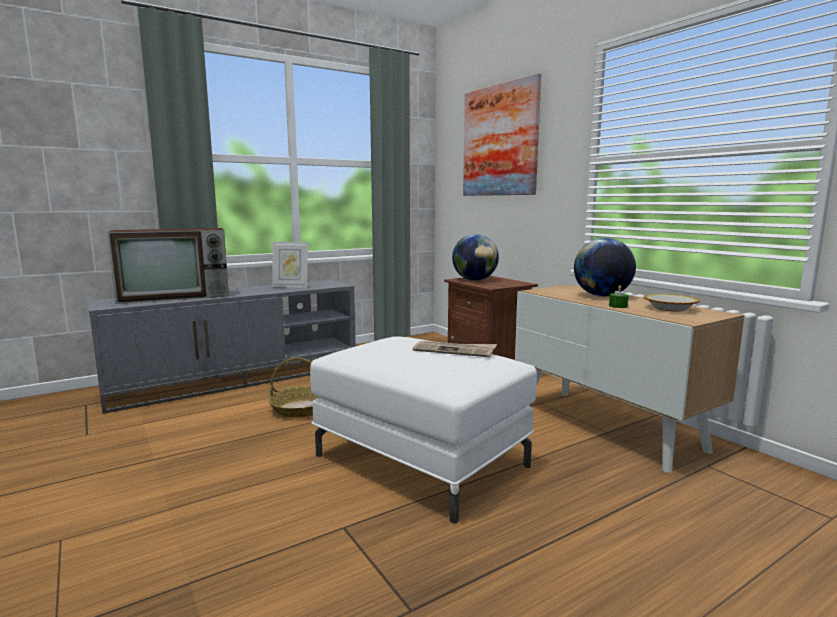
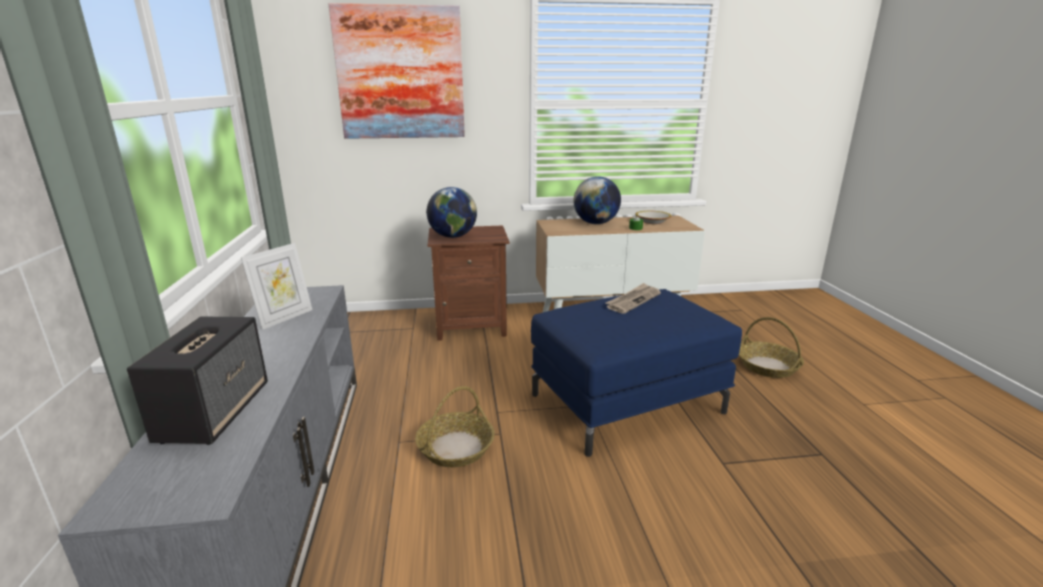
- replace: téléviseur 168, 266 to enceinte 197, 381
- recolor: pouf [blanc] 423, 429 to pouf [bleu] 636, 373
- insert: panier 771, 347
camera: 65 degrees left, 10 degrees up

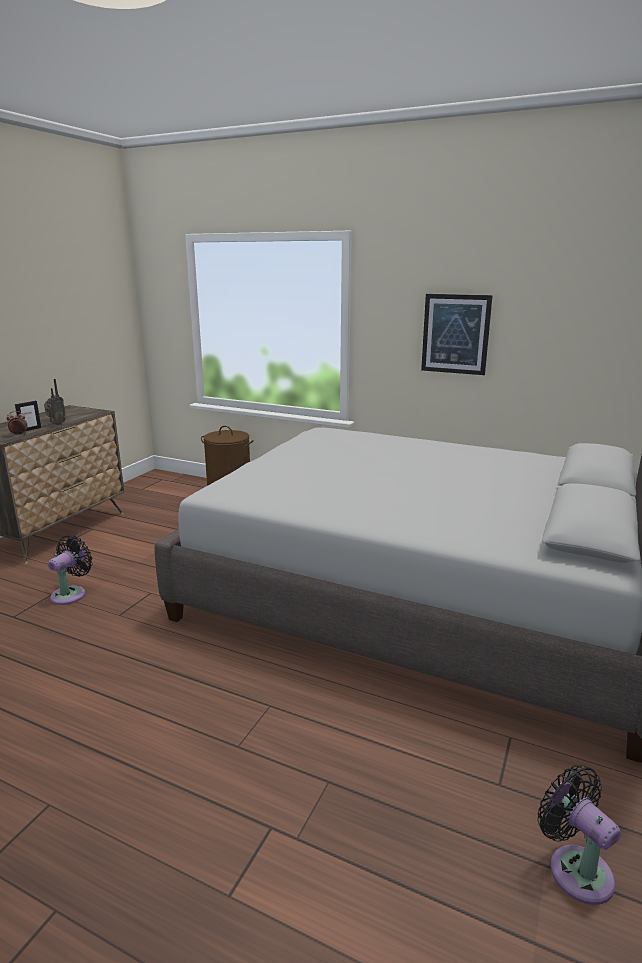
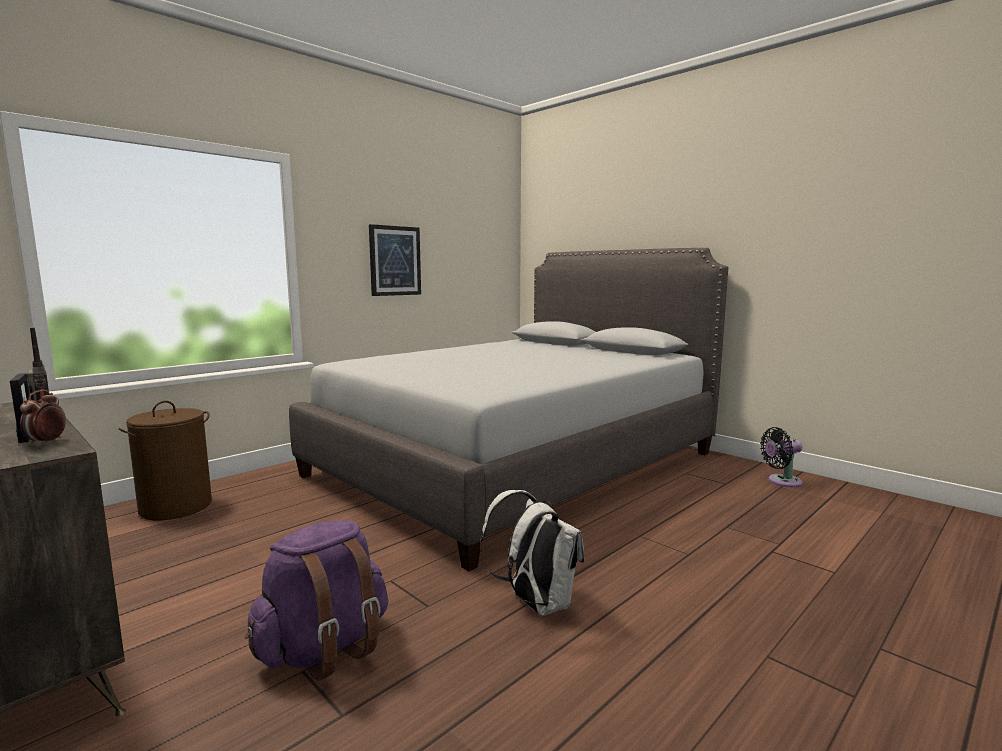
- replace: ventilateur [noir] 70, 570 to sac à dos [violet] 316, 600
- insert: sac à dos [blanc] 532, 553
camera: 70 degrees left, 10 degrees down

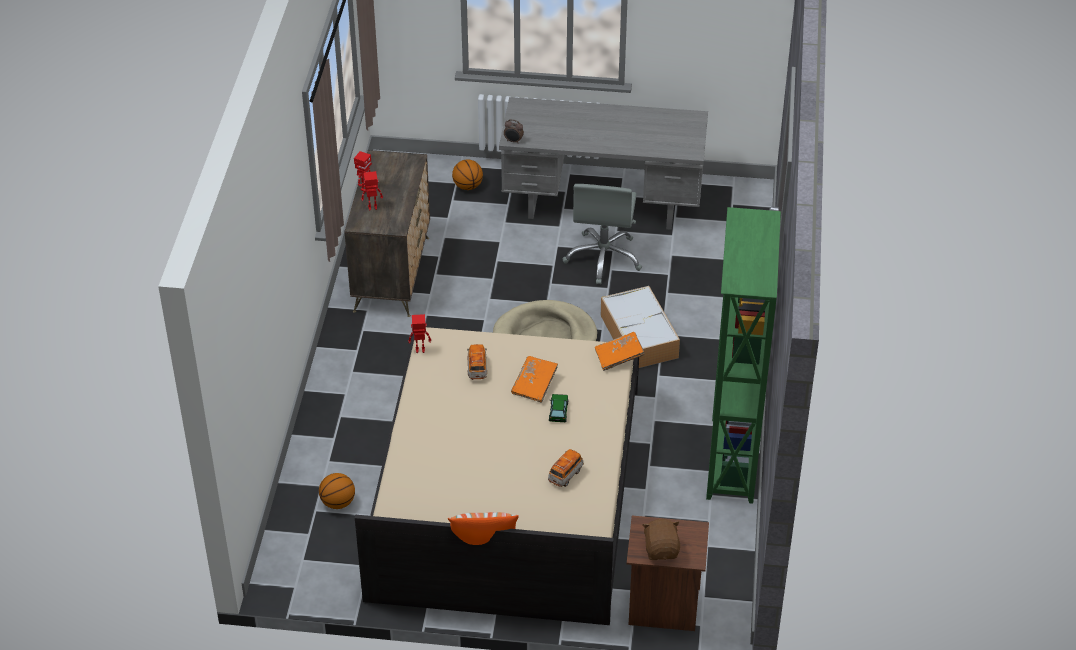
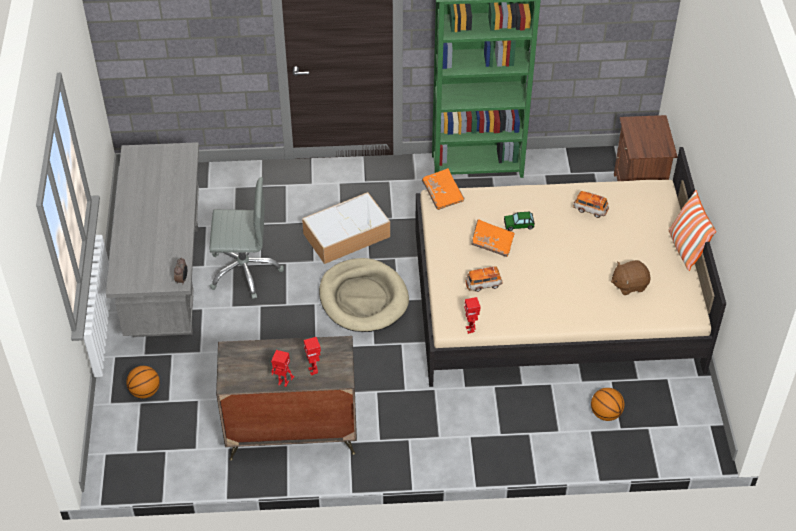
- move: peluche [marron] 661, 539 to 631, 277
camera: 100 degrees left, 5 degrees up

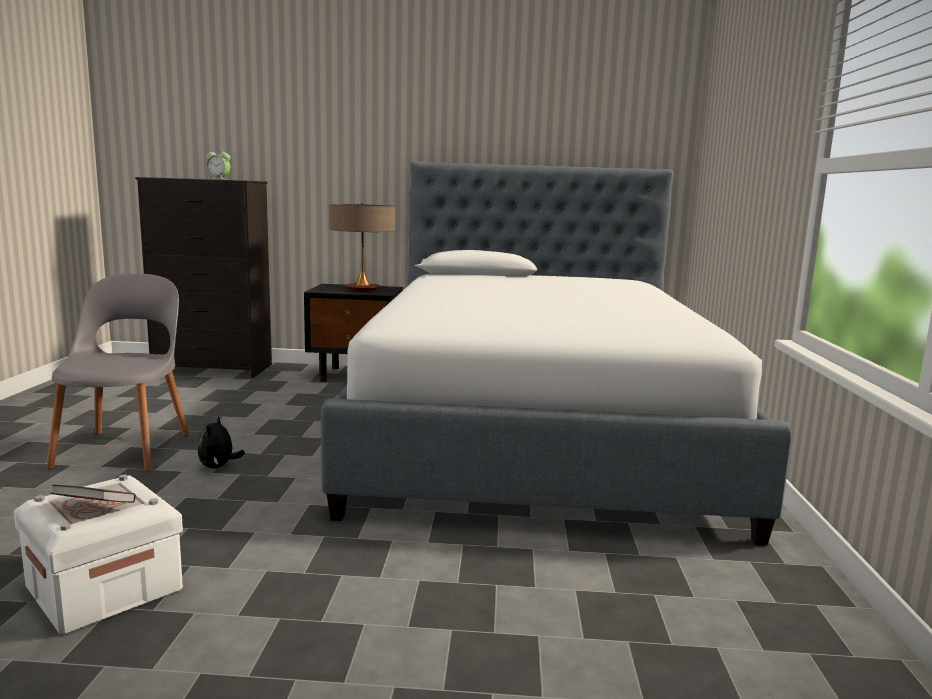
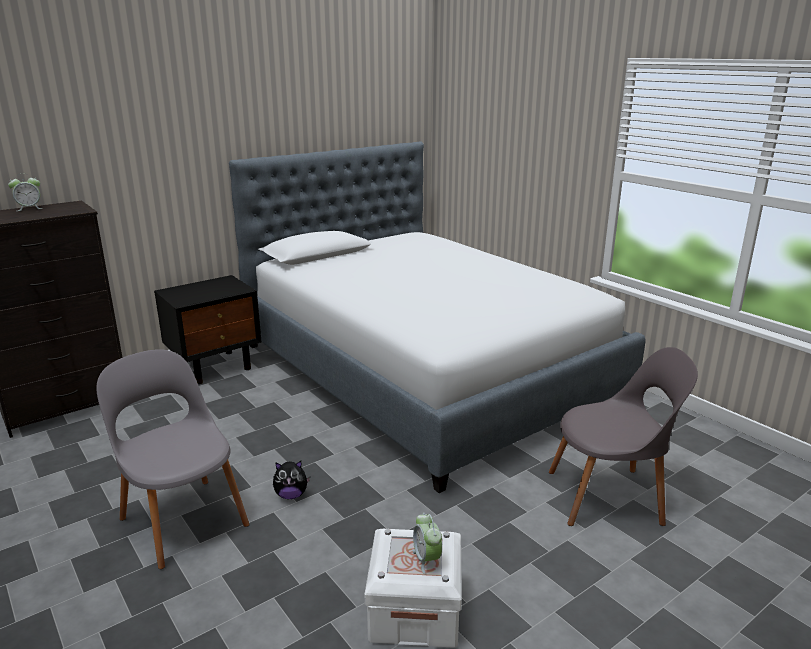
- delete: lampe de table 362, 247
- rotate: peluche 221, 442 = 291, 480 60 degrees counterclockwise
- replace: livre 93, 494 to réveil 427, 543
- insert: chaise [gris] 623, 436
camera: 40 degrees left, 10 degrees up

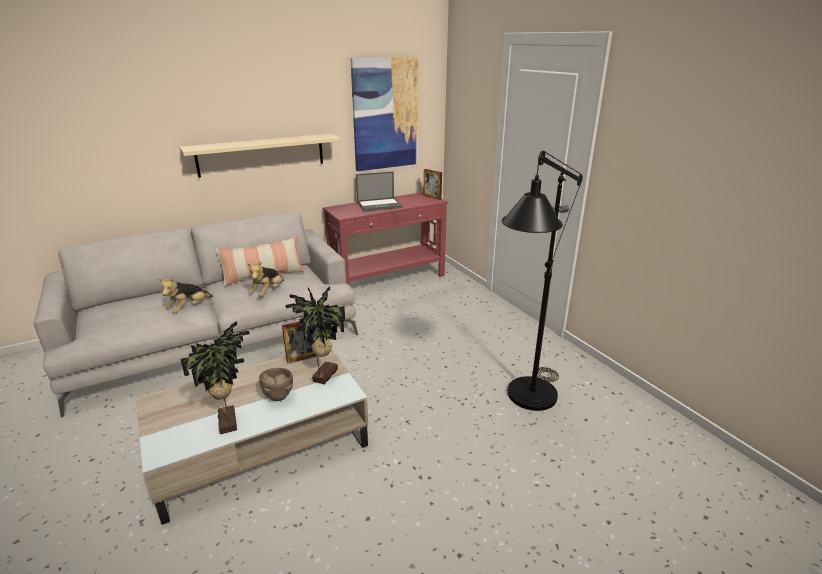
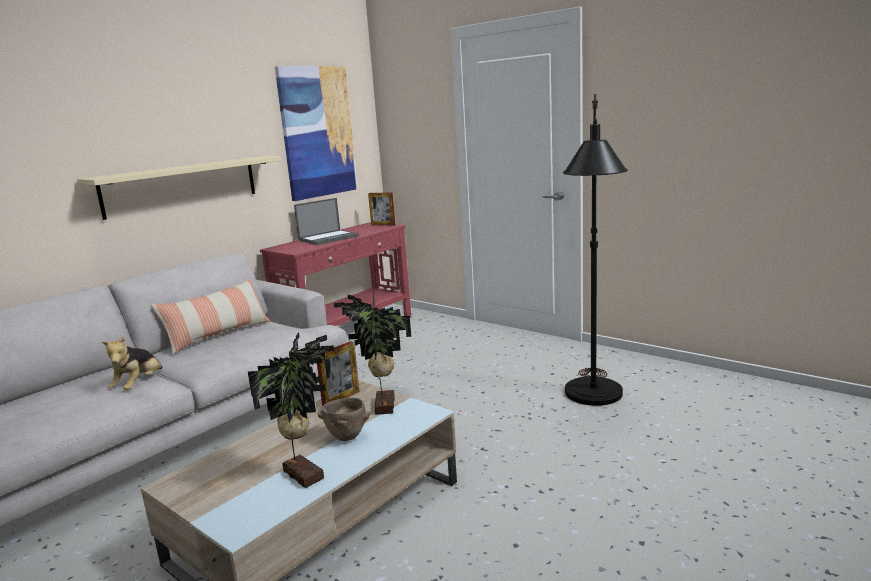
- delete: peluche 265, 279
camera: 20 degrees left, 10 degrees down

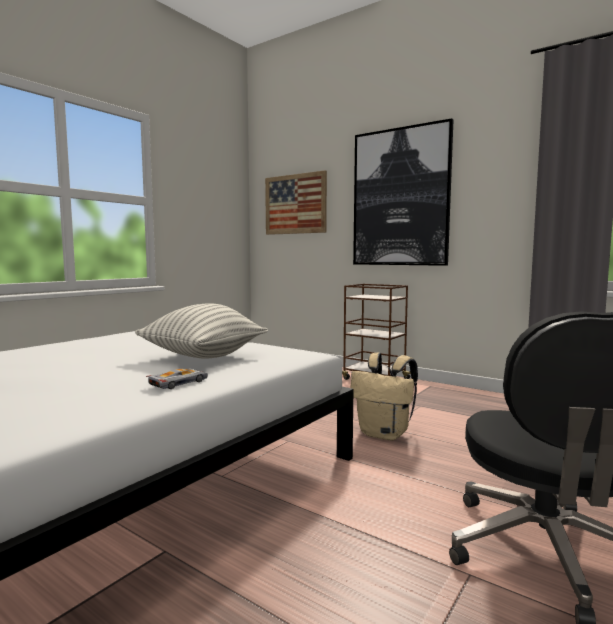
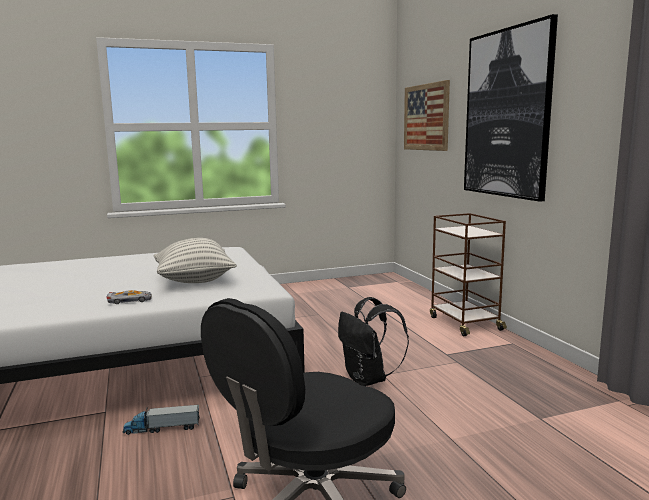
- recolor: sac à dos [beige] 384, 396 to sac à dos [noir] 373, 341
- insert: camion jouet 161, 420
camera: 35 degrees right, 5 degrees up

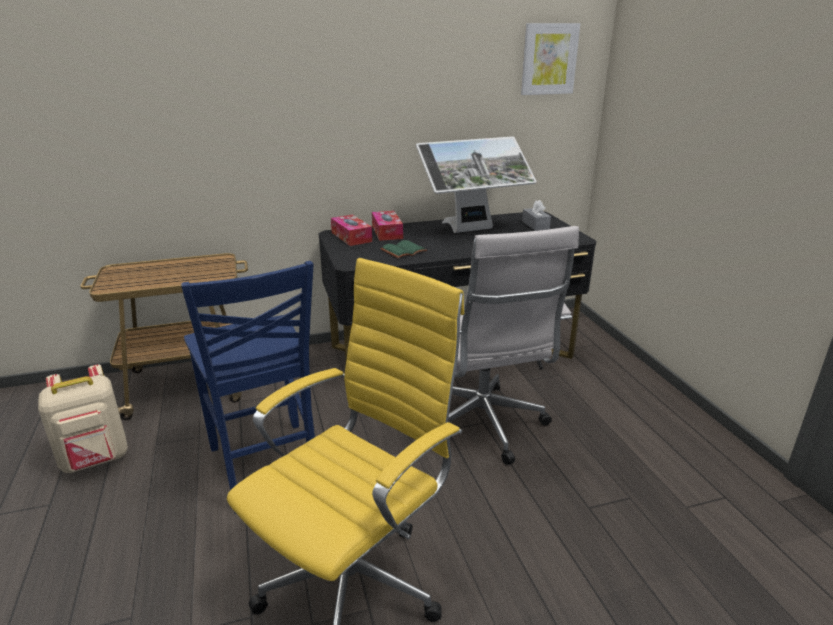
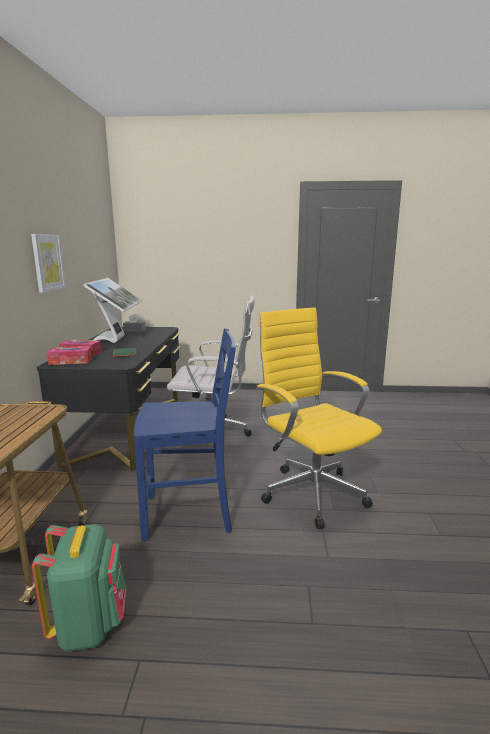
- move: tableau 550, 59 to 48, 263
- recolor: sac à dos [beige] 83, 419 to sac à dos [vert] 79, 588
camera: 70 degrees left, 10 degrees down

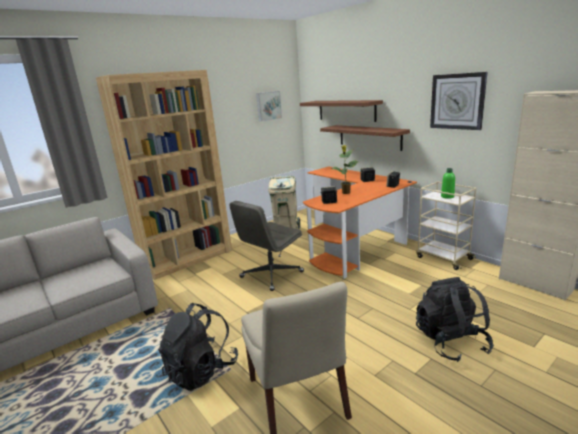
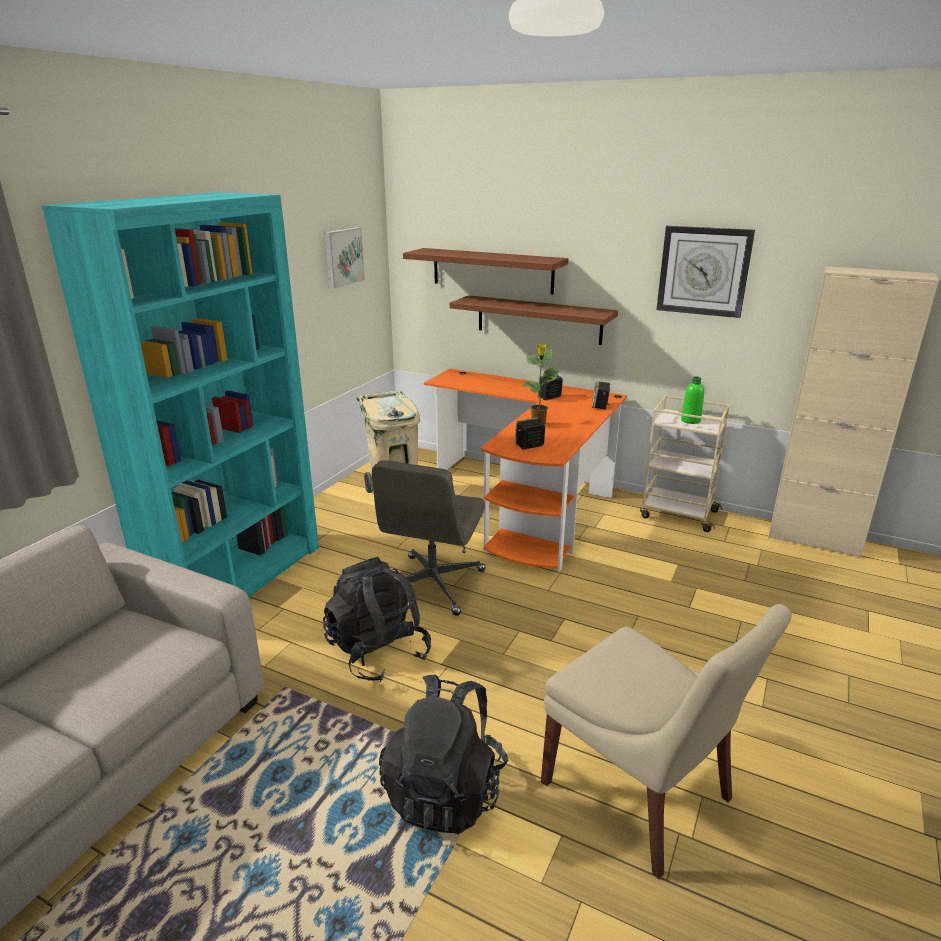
- recolor: bibliothèque [marron] 164, 175 to bibliothèque [turquoise] 180, 394
- move: sac à dos [noir] 455, 319 to 377, 619
camera: 25 degrees left, 5 degrees up

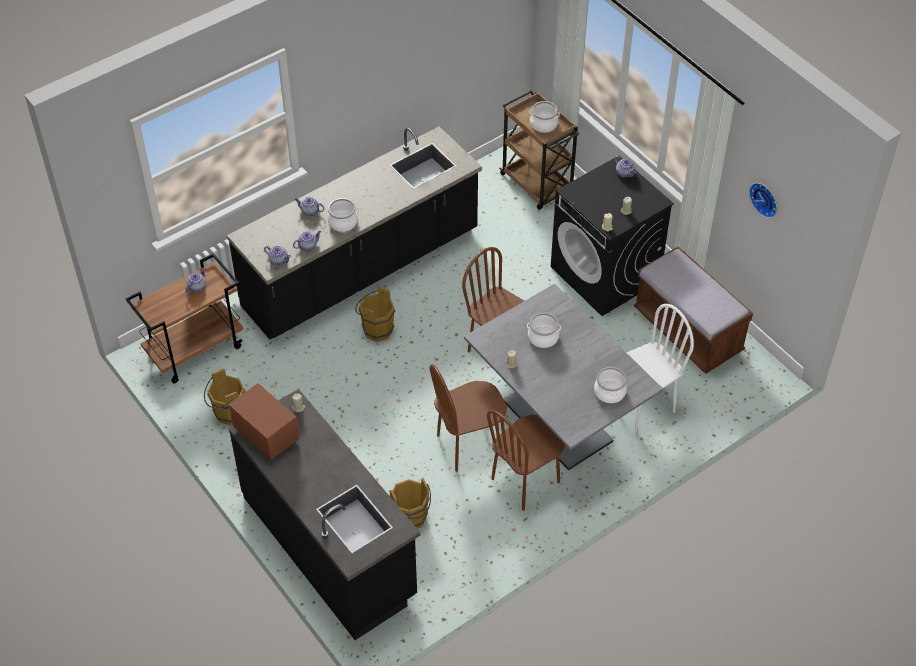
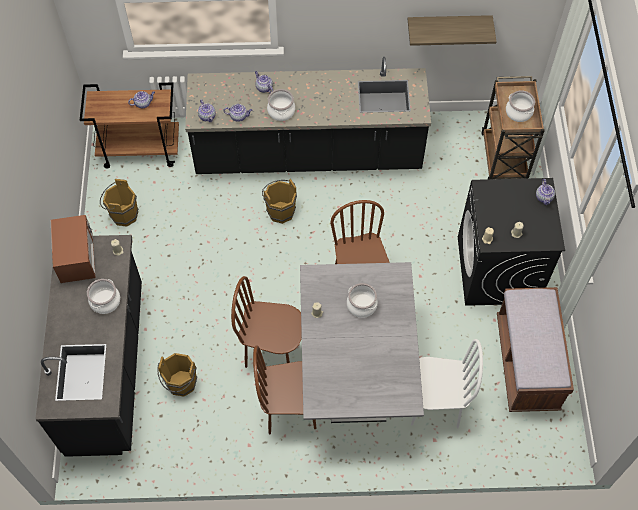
- delete: horloge murale 763, 200
- move: marmite 610, 385 to 103, 296
- insert: étagère 452, 30
camera: 35 degrees right, 10 degrees up

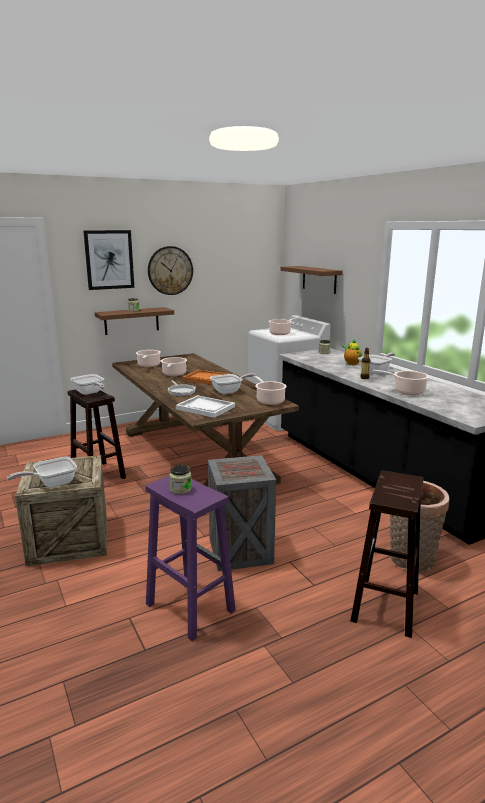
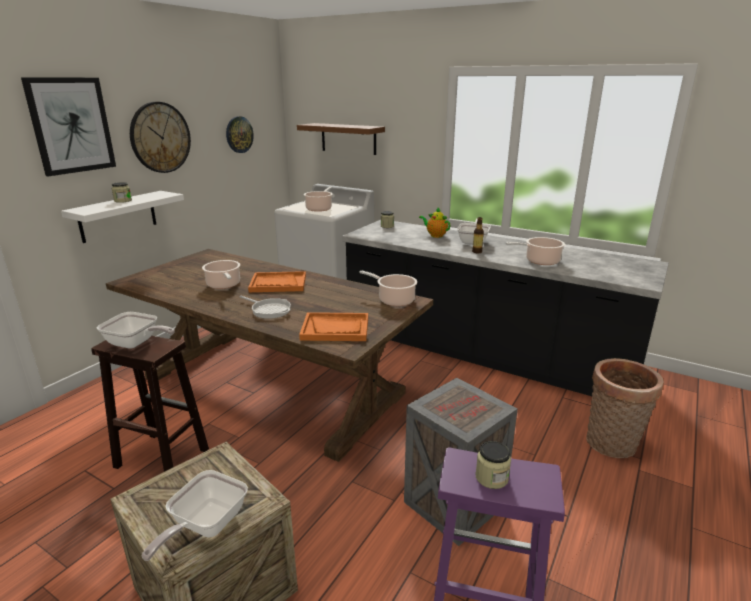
- recolor: étagère [marron] 134, 321 to étagère [blanc] 122, 217
- delete: marmite 148, 358
- delete: poêle 233, 383
- recolor: plateau [blanc] 205, 406 to plateau [orange] 333, 326
- delete: tabouret [marron] 387, 554
- insert: horloge murale 240, 134
camera: 30 degrees left, 5 degrees up

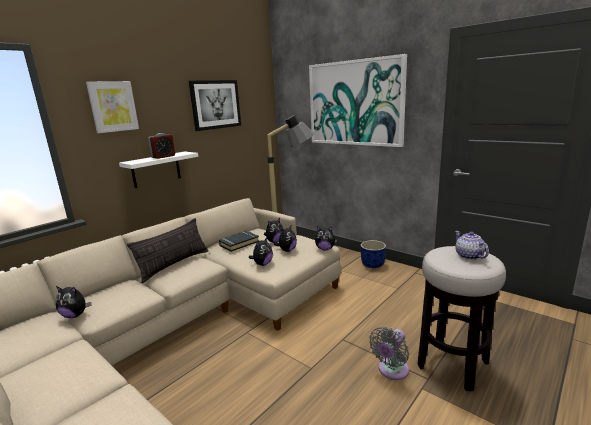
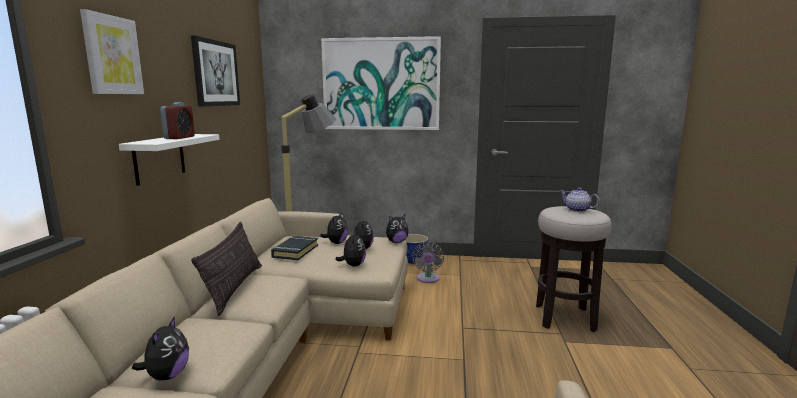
- rotate: peluche 73, 302 = 160, 348 60 degrees counterclockwise
- move: ventilateur [gris] 389, 353 to 428, 262
camera: 35 degrees left, 5 degrees down

